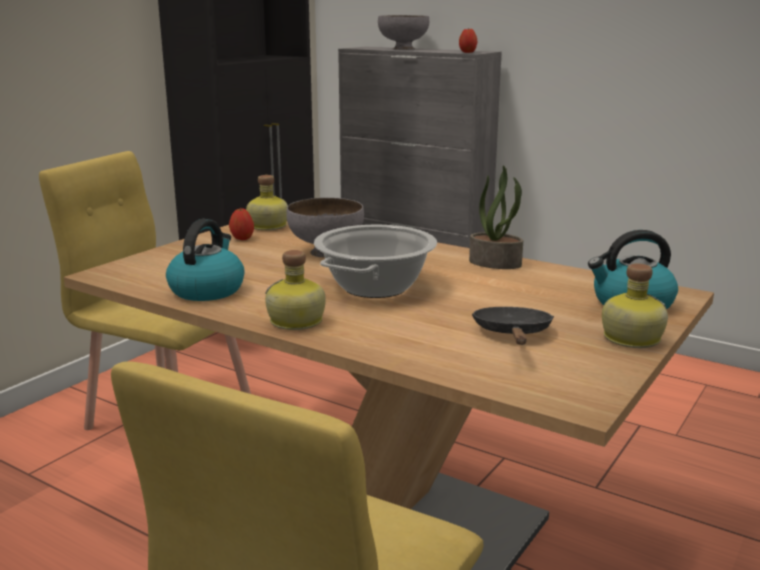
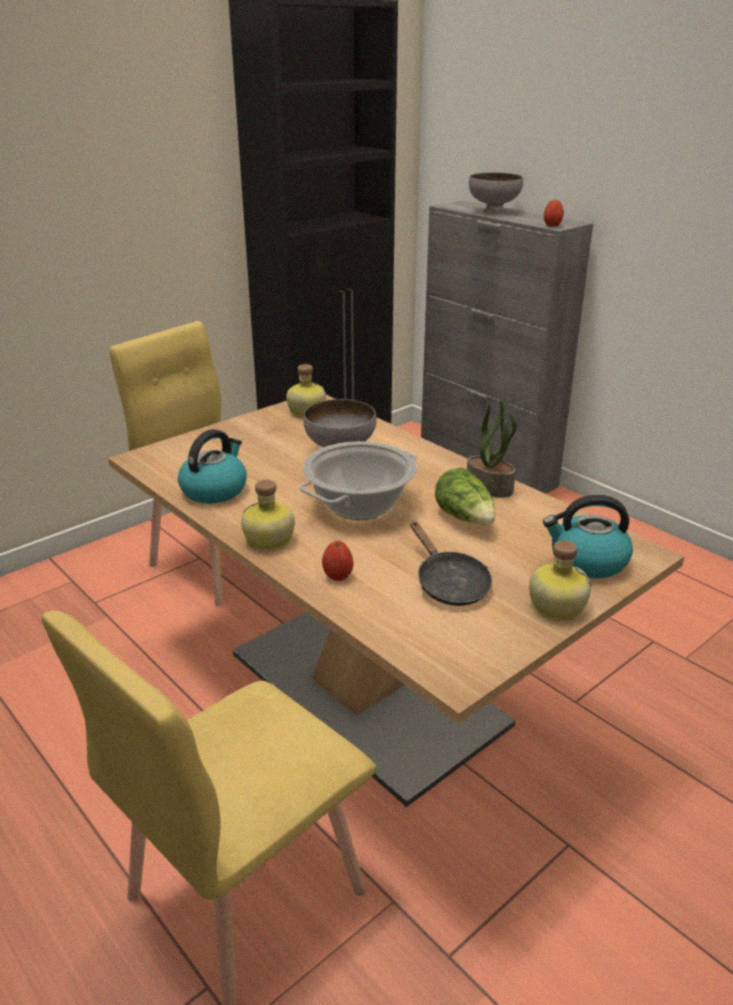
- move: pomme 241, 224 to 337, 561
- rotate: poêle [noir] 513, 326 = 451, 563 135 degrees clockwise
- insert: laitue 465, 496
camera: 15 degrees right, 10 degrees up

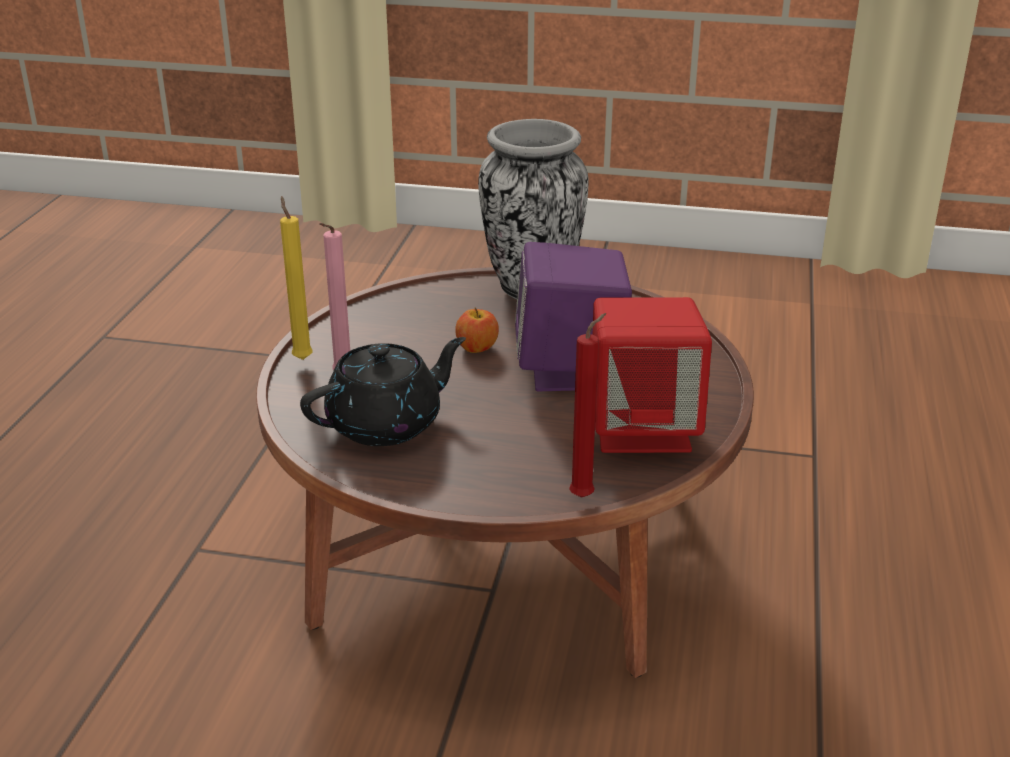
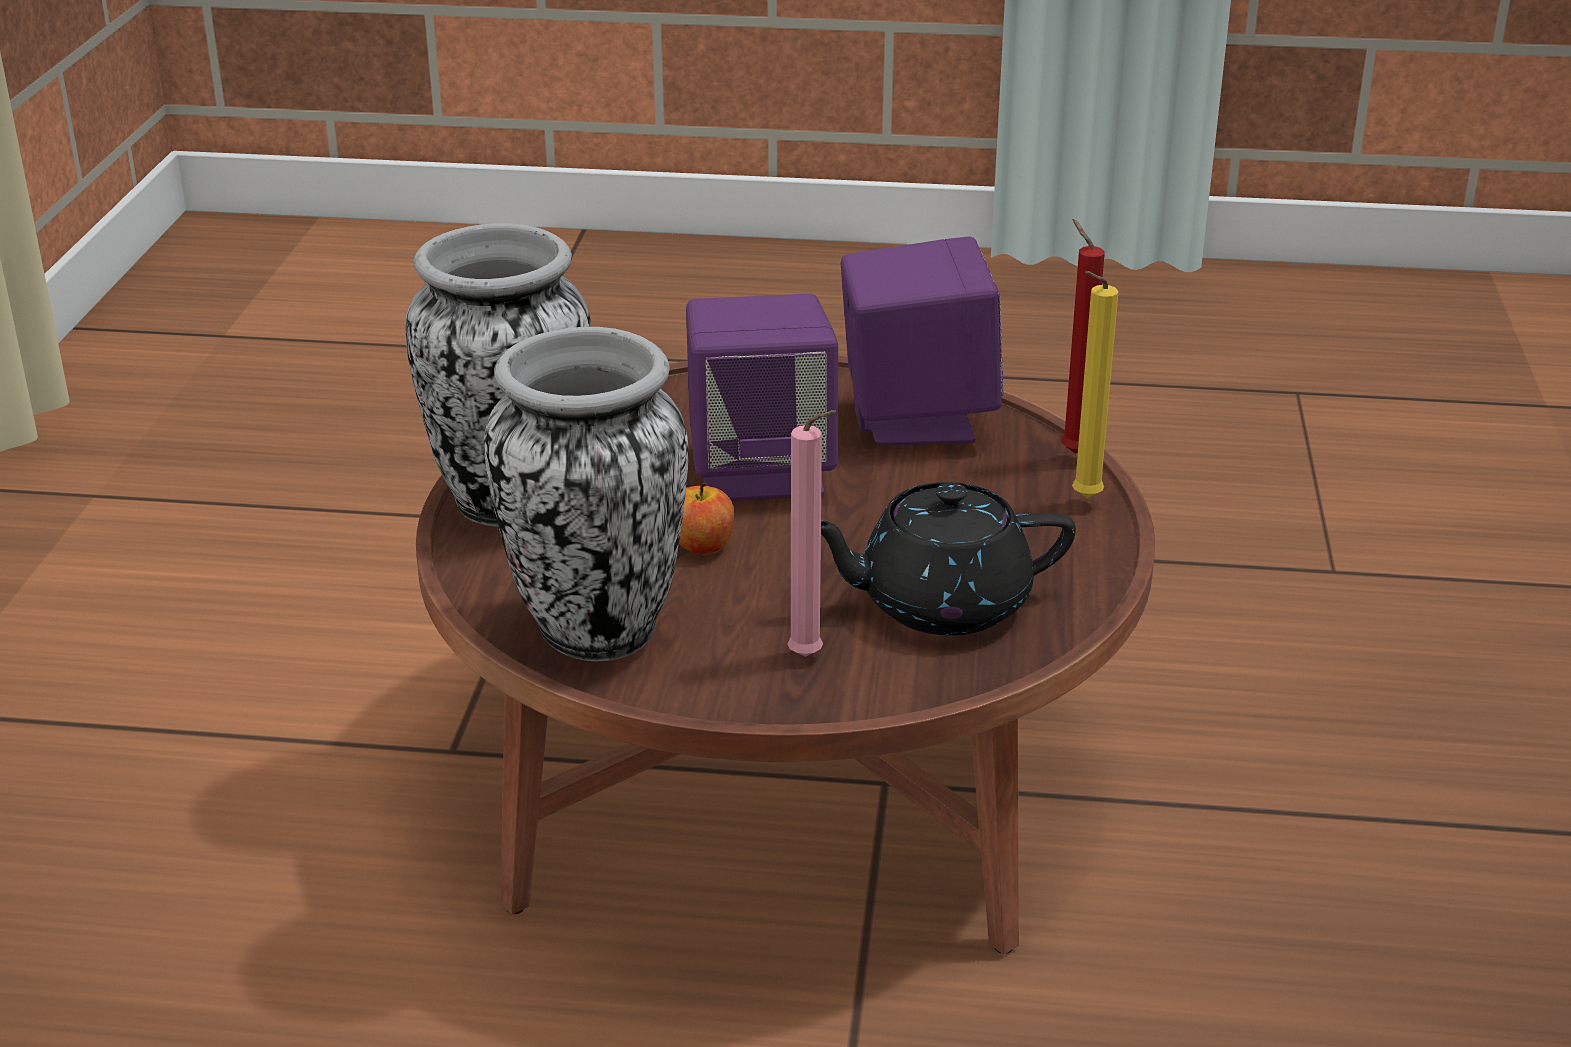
- move: bougie [jaune] 296, 278 to 1095, 384
- recolor: enceinte [rouge] 652, 375 to enceinte [violet] 922, 341
- rotate: théière [noir] 383, 391 = 948, 558 60 degrees counterclockwise
- insert: vase 586, 494
camera: 95 degrees left, 0 degrees up

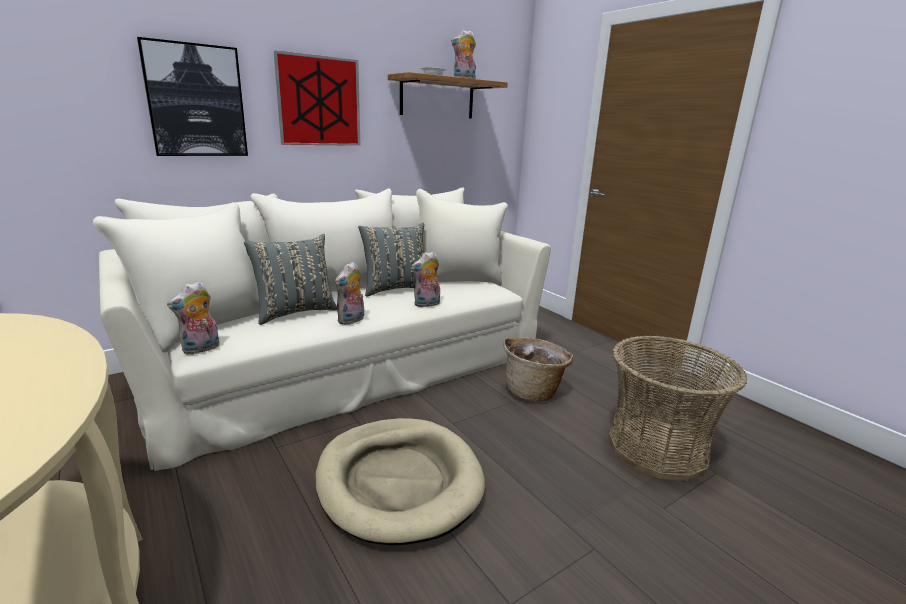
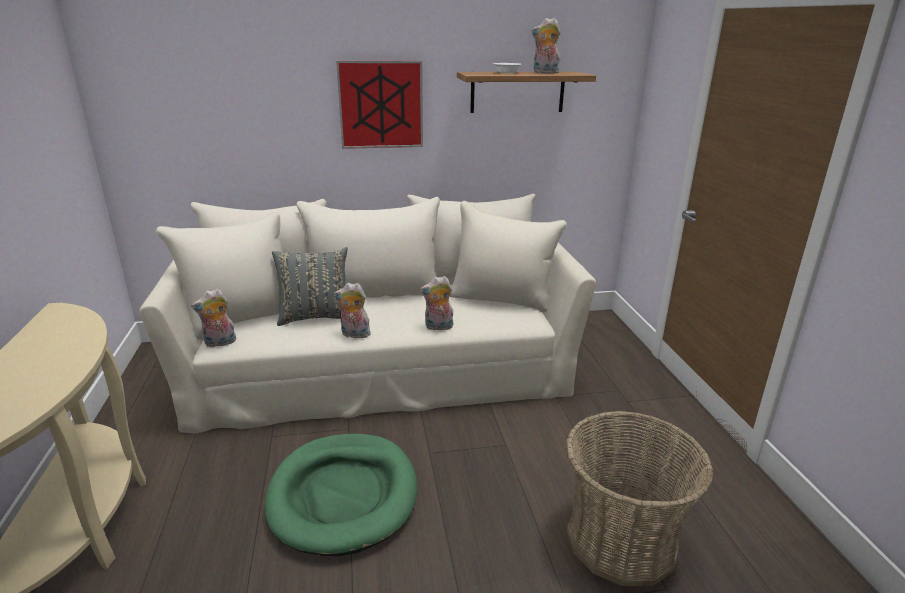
- delete: tableau 192, 96
- delete: coussin [gris] 391, 260
- rotate: peluche 349, 293 = 352, 310 45 degrees clockwise
- delete: panier 538, 369
- recolor: panier pour chien [beige] 400, 482 to panier pour chien [vert] 341, 495
camera: 25 degrees right, 5 degrees up

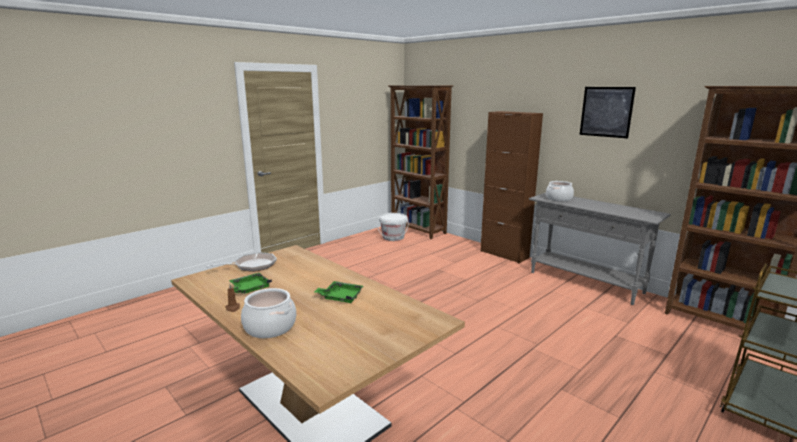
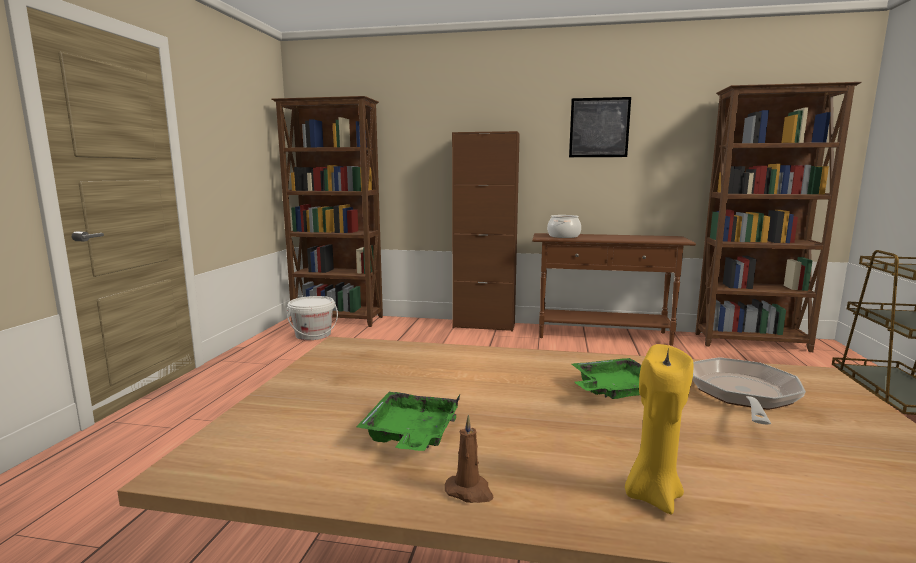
- recolor: table console [gris] 600, 249 to table console [marron] 614, 289
- move: poêle 241, 262 to 749, 390
- replace: marmite 268, 313 to bougie [jaune] 659, 429
camera: 35 degrees left, 5 degrees down

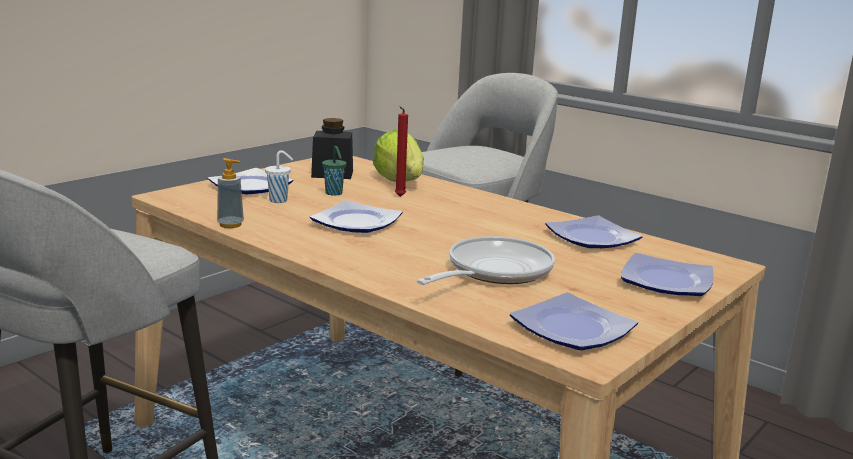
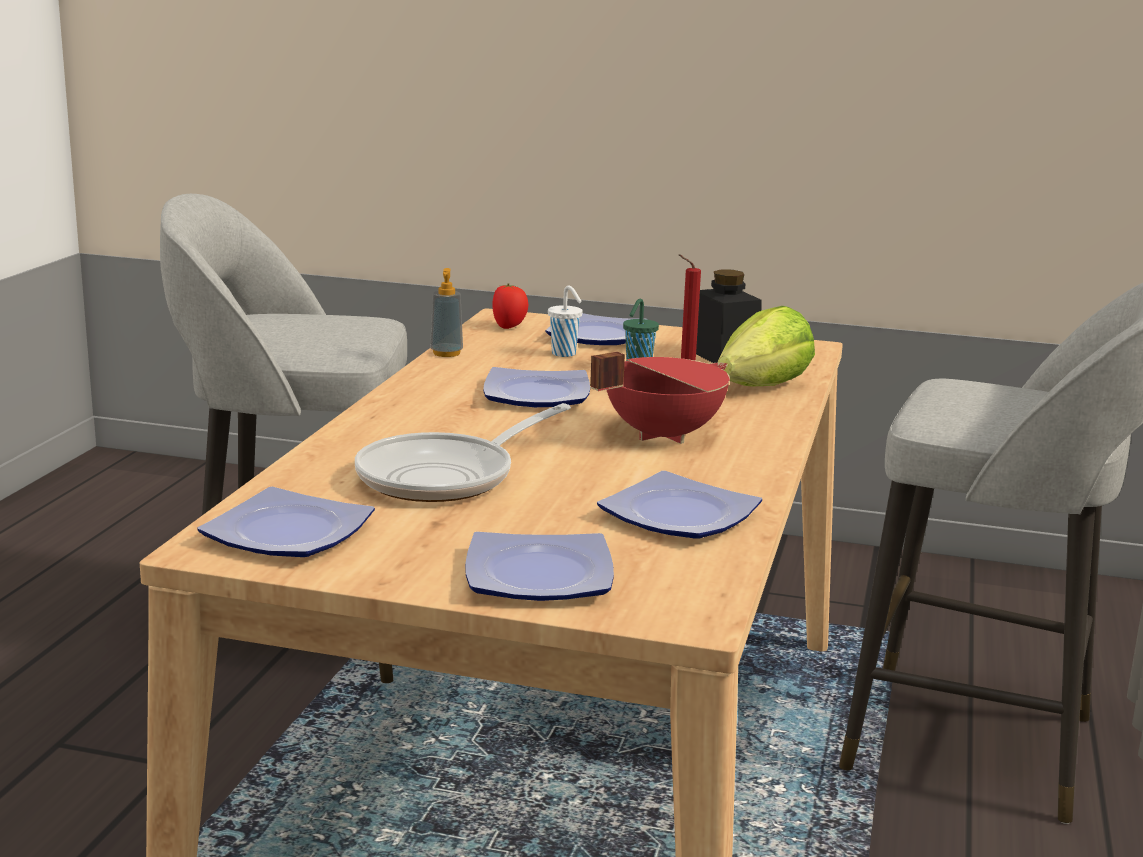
- rotate: poêle 485, 260 = 463, 452 120 degrees clockwise
- insert: tomate 510, 306
- insert: marmite [rouge] 660, 398
camera: 65 degrees right, 0 degrees up

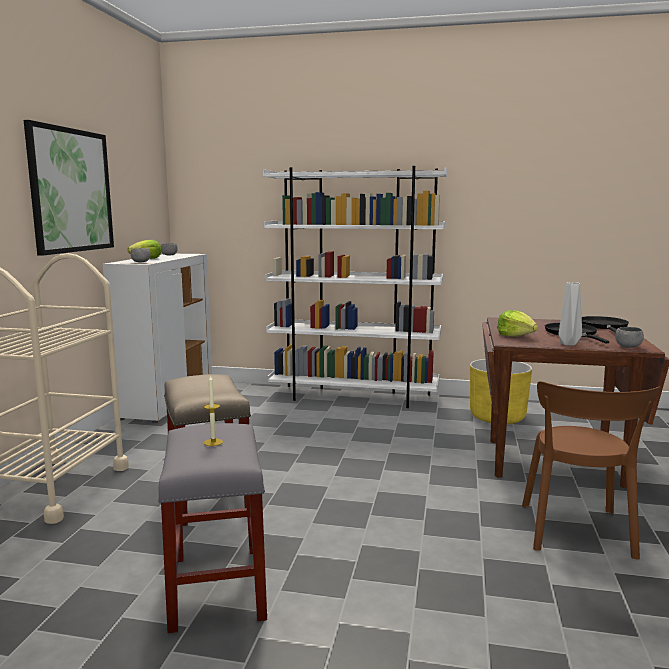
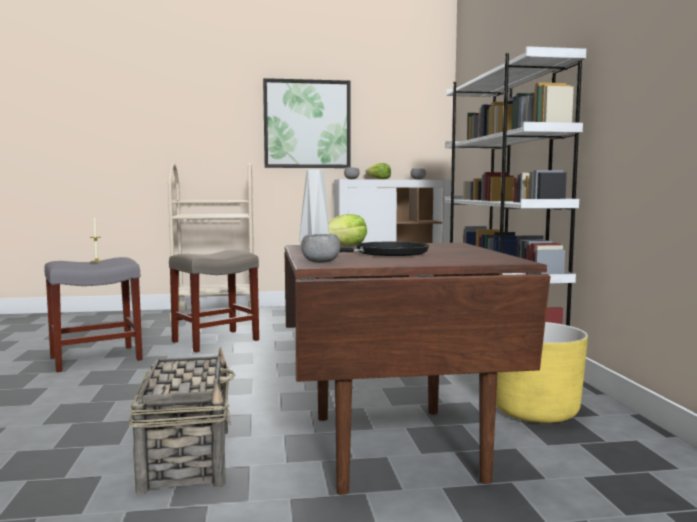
- delete: poêle [noir] 605, 324
- replace: chaise [marron] 591, 470 to panier 182, 420
camera: 70 degrees right, 5 degrees down

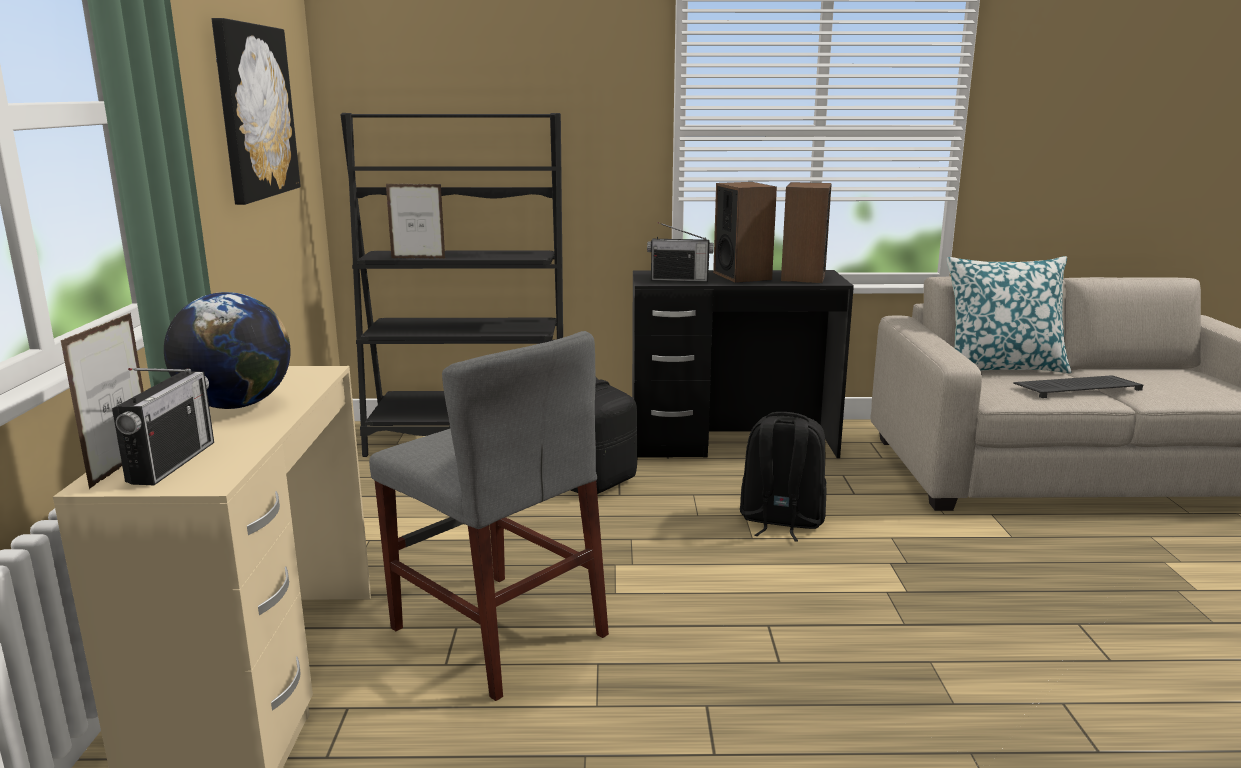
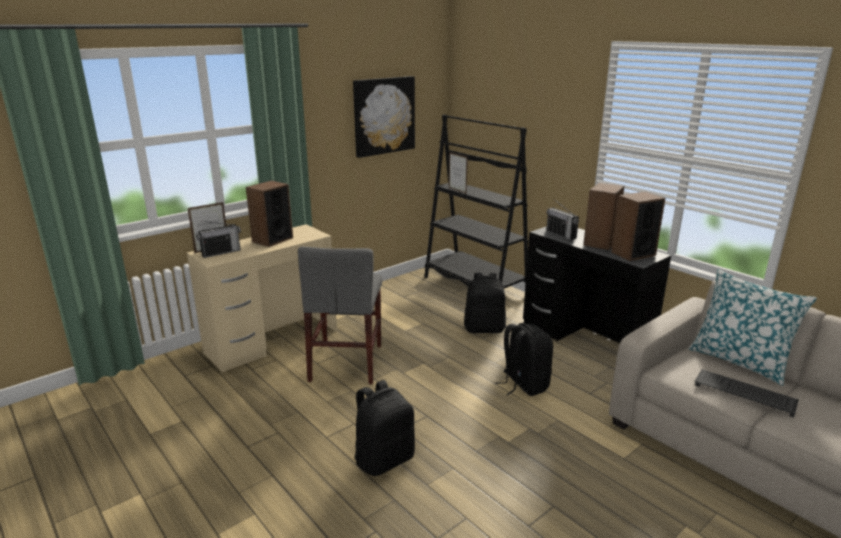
- replace: globe 227, 350 to enceinte 269, 213
- insert: sac à dos [noir] 384, 428
camera: 50 degrees right, 5 degrees up

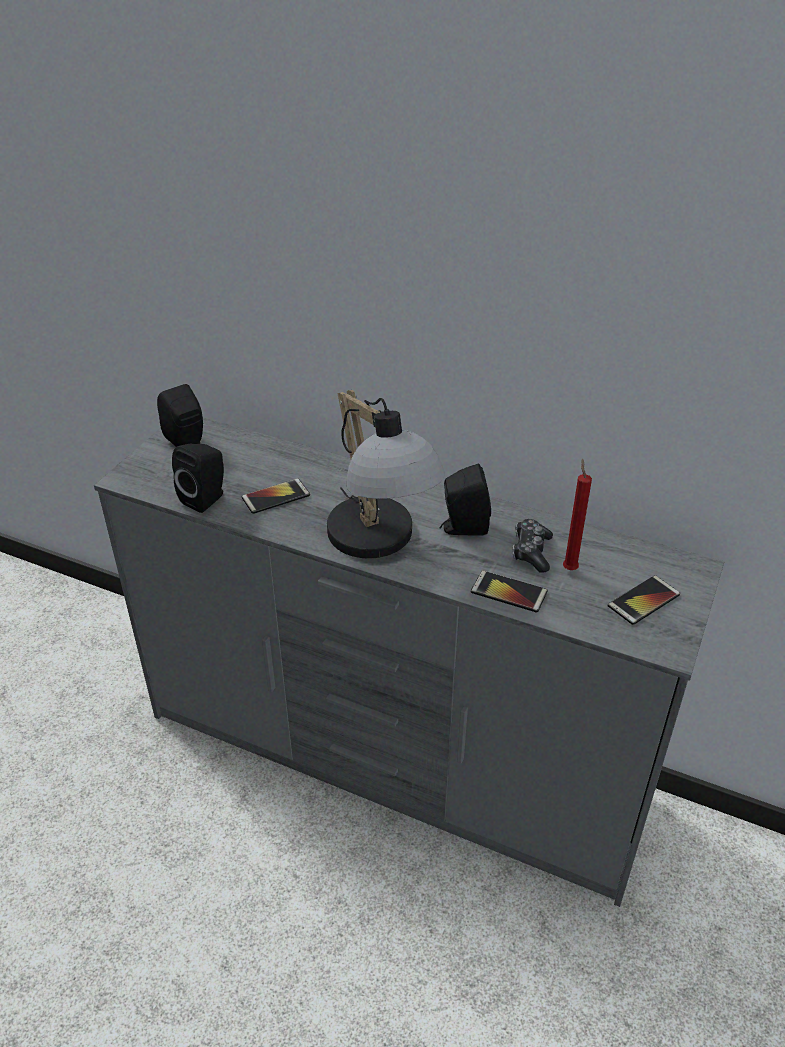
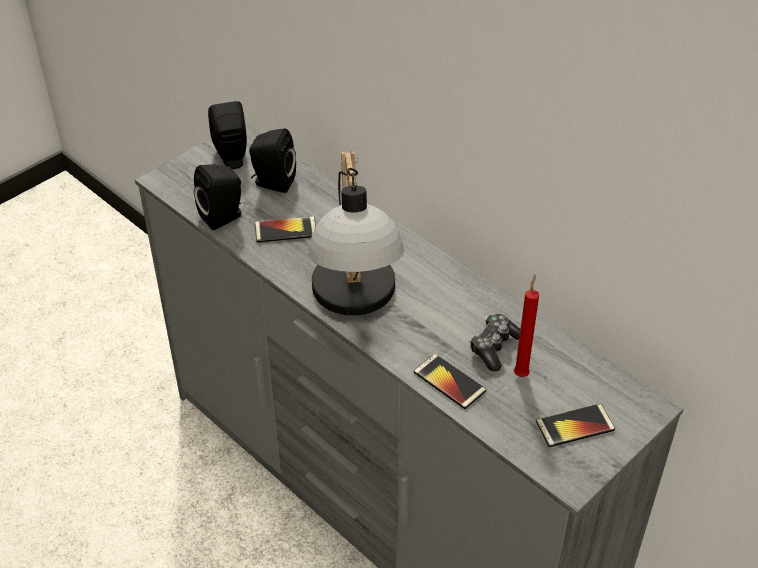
- move: enceinte [noir] 465, 500 to 272, 160
camera: 20 degrees right, 5 degrees up

